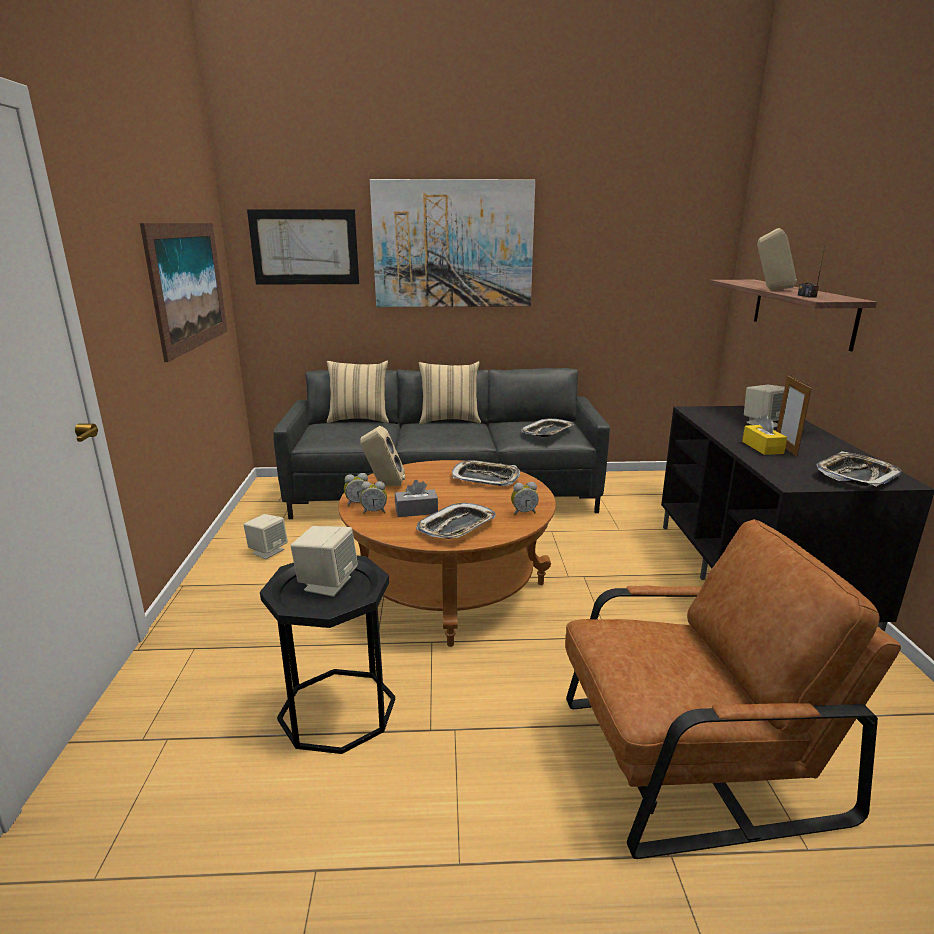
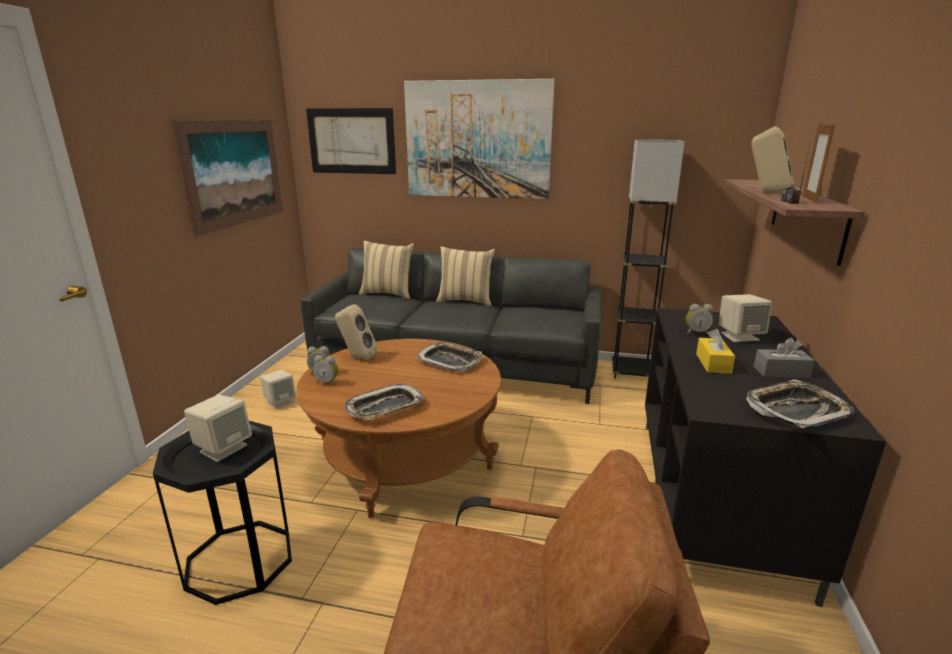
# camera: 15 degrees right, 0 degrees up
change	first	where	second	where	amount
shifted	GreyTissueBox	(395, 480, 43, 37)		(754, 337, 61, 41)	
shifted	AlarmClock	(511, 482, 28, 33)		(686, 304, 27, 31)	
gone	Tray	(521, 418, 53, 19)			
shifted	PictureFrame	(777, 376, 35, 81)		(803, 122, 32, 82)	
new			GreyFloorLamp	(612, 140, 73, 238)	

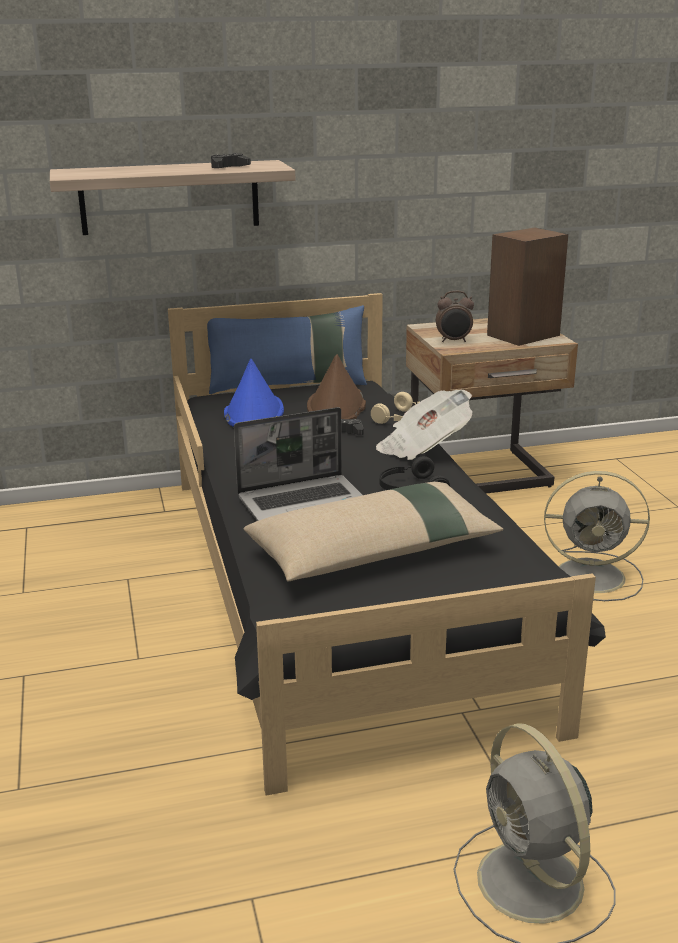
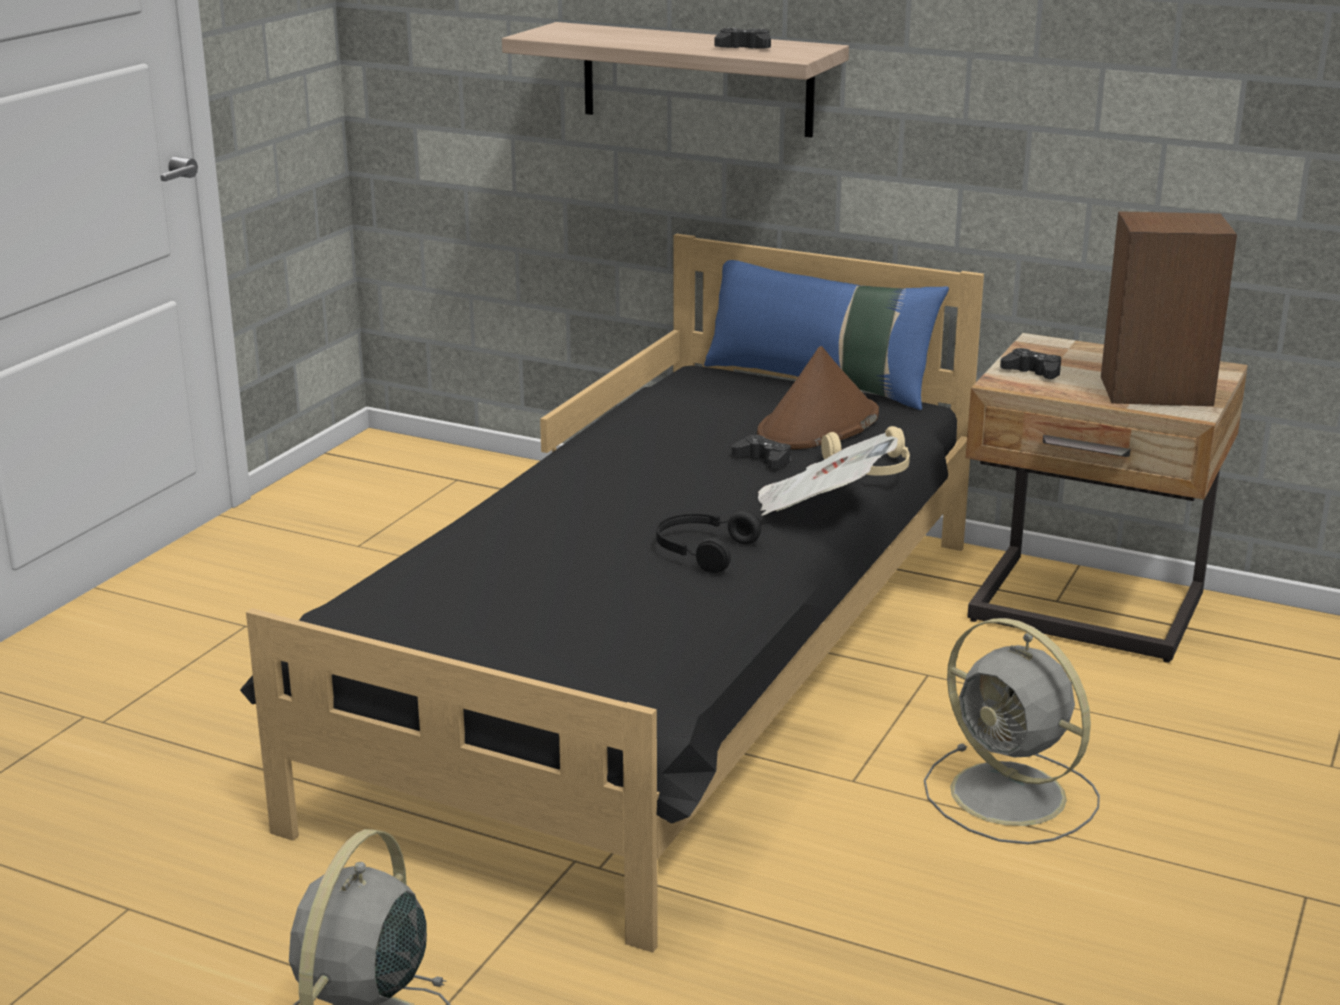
# camera: 40 degrees right, 0 degrees up
change	first	where	second	where	amount
gone	BlueHat	(224, 359, 60, 68)			
gone	Laptop	(234, 407, 128, 114)			
gone	BeigePillow	(244, 482, 259, 99)			
swapped	AlarmClock	(436, 291, 38, 51)	BlackGameController	(1000, 348, 61, 31)	

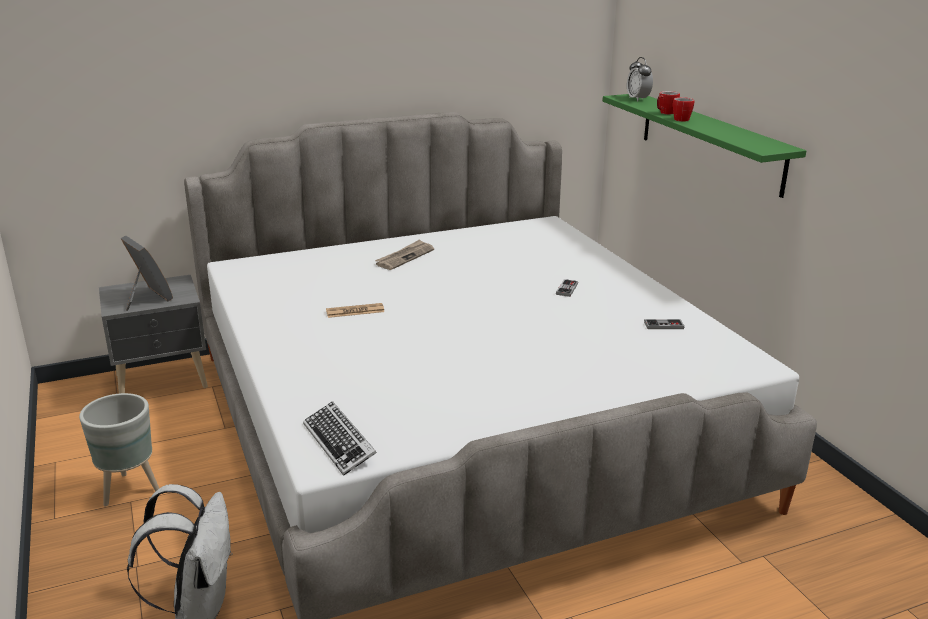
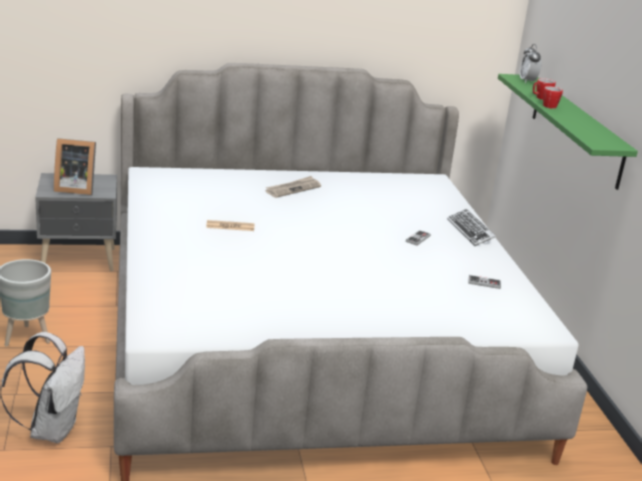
# camera: 10 degrees right, 0 degrees up
change	first	where	second	where	amount
rotated	PictureFrame	(120, 235, 53, 76)		(54, 138, 42, 57)	120 degrees clockwise
shifted	Keyboard	(303, 401, 74, 75)		(447, 209, 49, 37)	

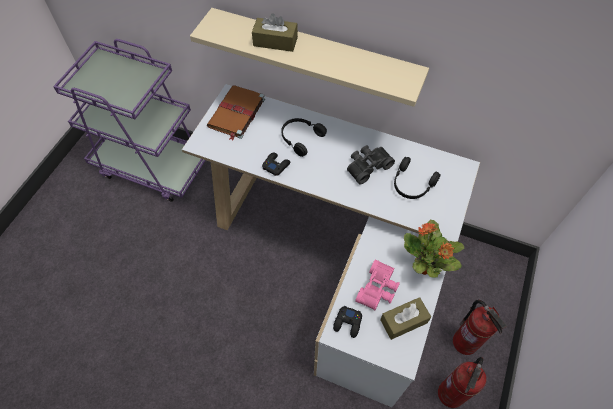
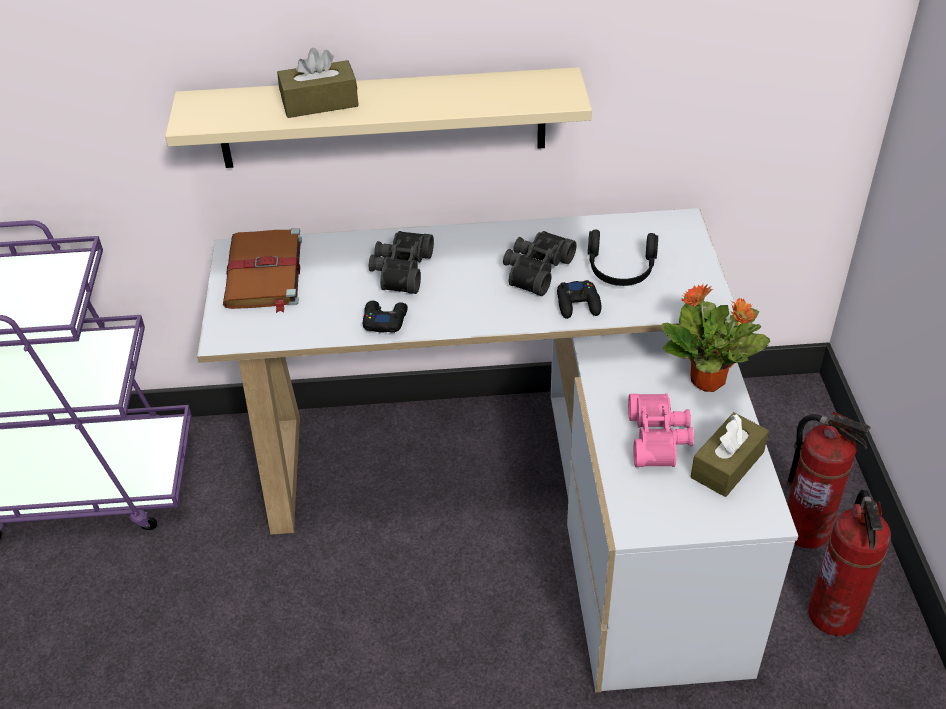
# camera: 25 degrees left, 15 degrees down
change	first	where	second	where	amount
swapped	BlackHeadphones	(281, 118, 46, 39)	BlackBinoculars	(369, 231, 65, 63)	
shifted	BlackGameController	(333, 306, 29, 32)		(557, 280, 44, 39)	

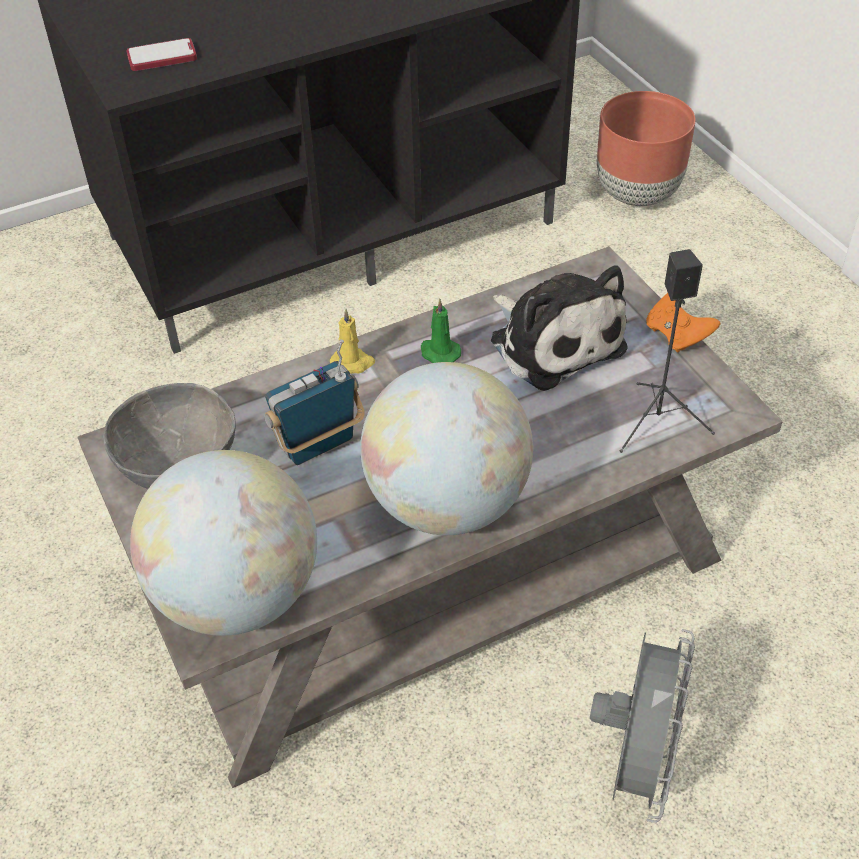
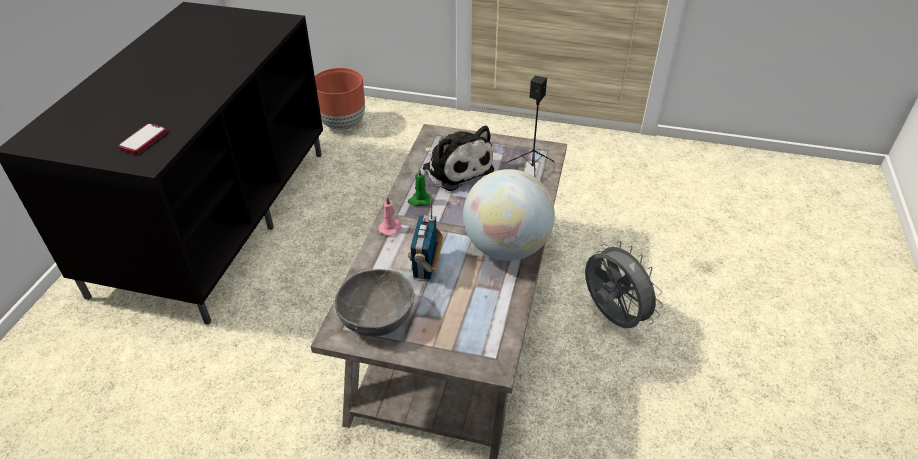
# camera: 50 degrees left, 5 degrees down
change	first	where	second	where	amount
gone	Globe	(130, 450, 187, 186)			
repainted	YellowCandle	(330, 309, 45, 65)	PinkCandle	(378, 196, 24, 40)	
rotated	PlushToy	(491, 265, 137, 126)		(423, 126, 71, 65)	45 degrees clockwise
gone	OrangeGameController	(646, 293, 74, 60)			

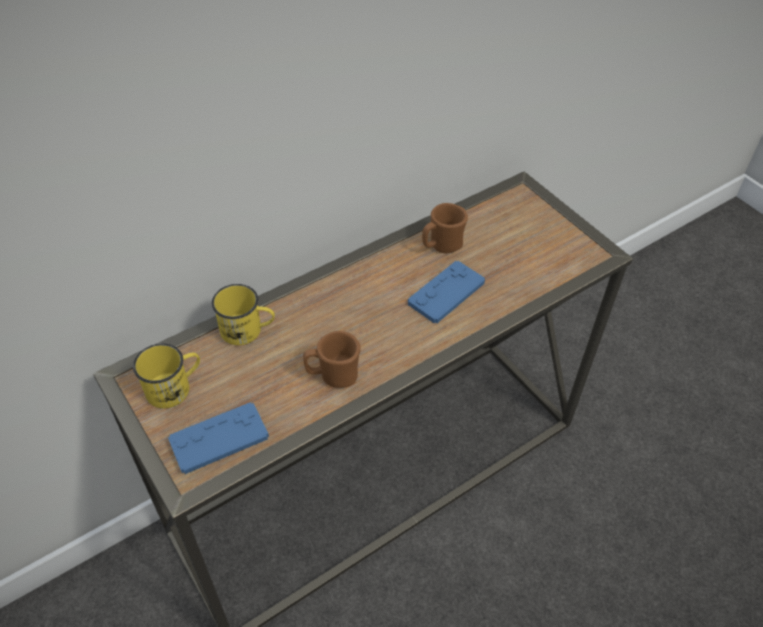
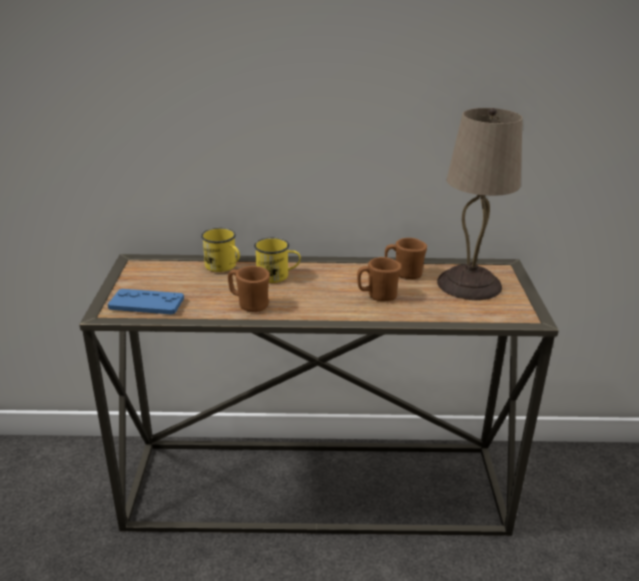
# camera: 35 degrees right, 20 degrees down
change	first	where	second	where	amount
shifted	YellowMug	(133, 344, 67, 64)		(254, 238, 47, 45)	
swapped	BlueGameController	(408, 261, 77, 62)	BrownMug	(357, 257, 44, 44)	
new			BeigeTableLamp	(437, 108, 86, 192)	

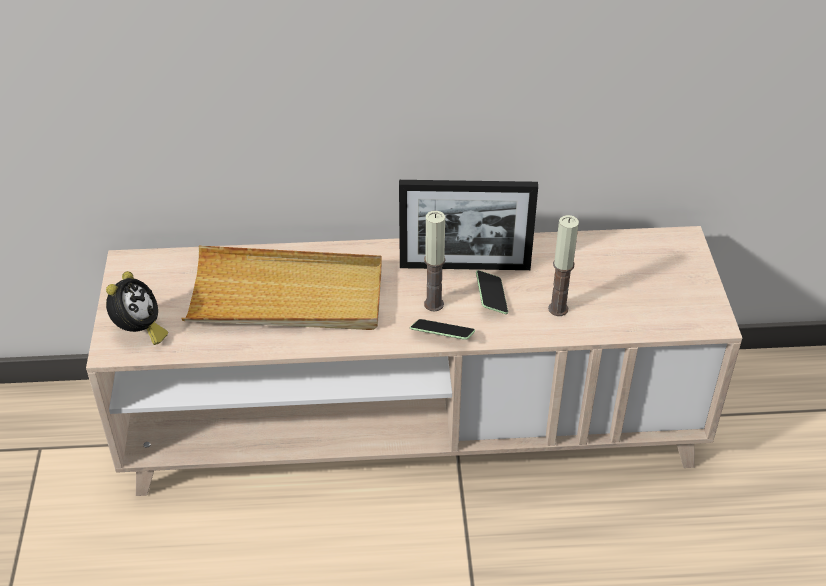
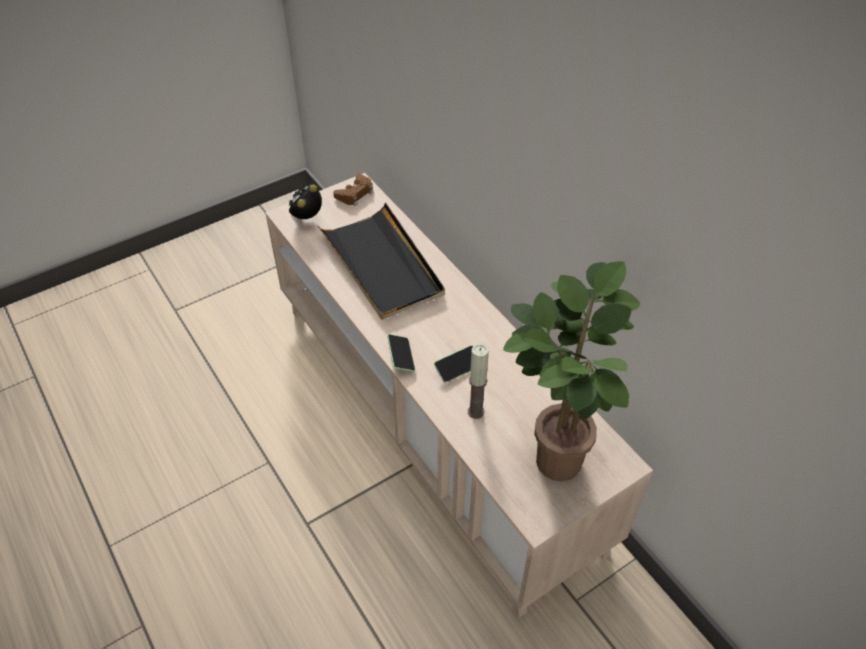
# camera: 60 degrees right, 5 degrees up
change	first	where	second	where	amount
rotated	AlarmClock	(106, 271, 62, 74)		(289, 184, 33, 35)	135 degrees clockwise
repainted	BeigeTray	(181, 246, 201, 84)	BlackTray	(318, 203, 127, 117)	
gone	PictureFrame	(399, 180, 139, 90)			
gone	Candle	(424, 211, 21, 100)			
new			BrownGameController	(333, 174, 40, 32)	
new			PottedPlant	(503, 261, 137, 220)	

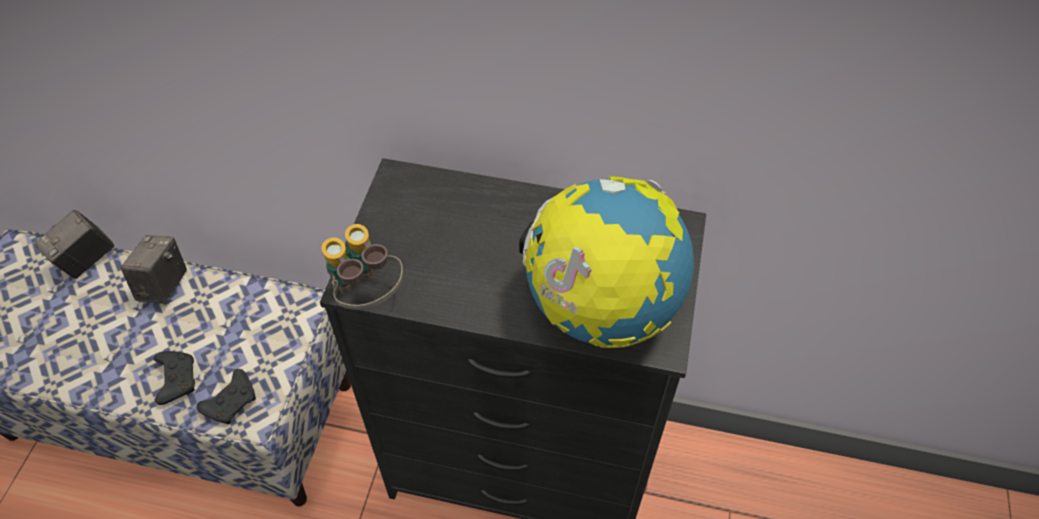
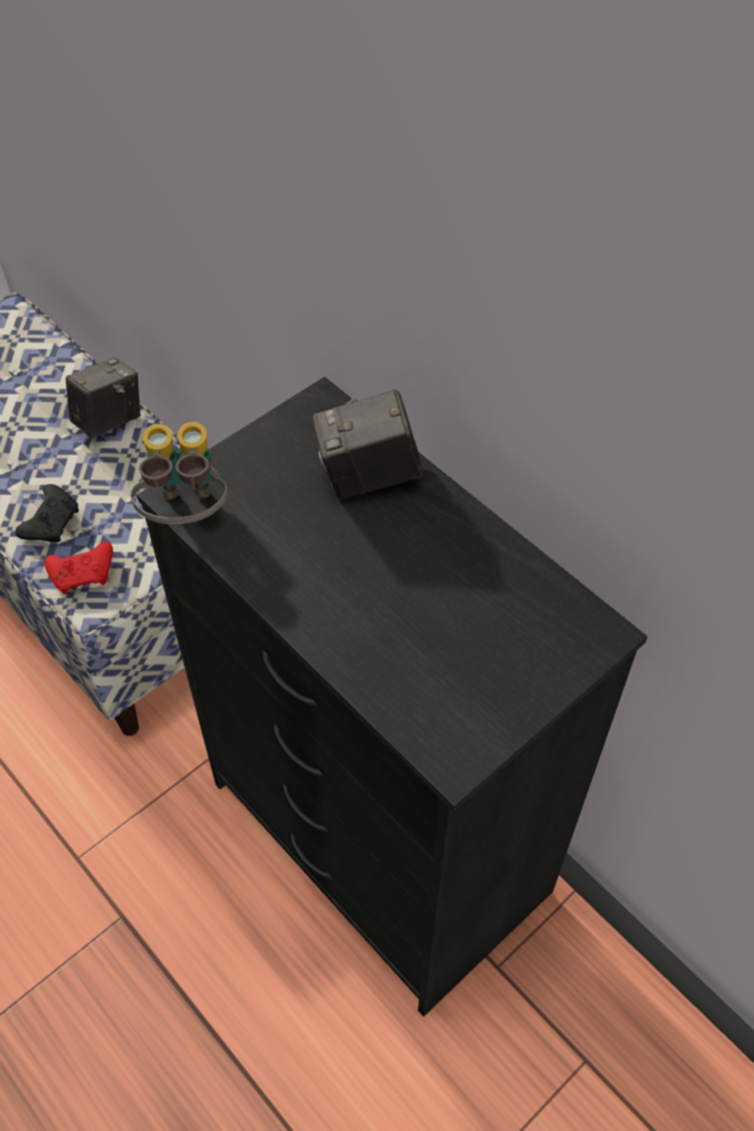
# camera: 35 degrees right, 0 degrees up
change	first	where	second	where	amount
shifted	PhotoCamera	(35, 210, 80, 69)		(313, 389, 110, 110)	
repainted	BlackGameController	(197, 369, 59, 55)	RedGameController	(45, 542, 68, 52)	
gone	Globe	(519, 176, 175, 172)			

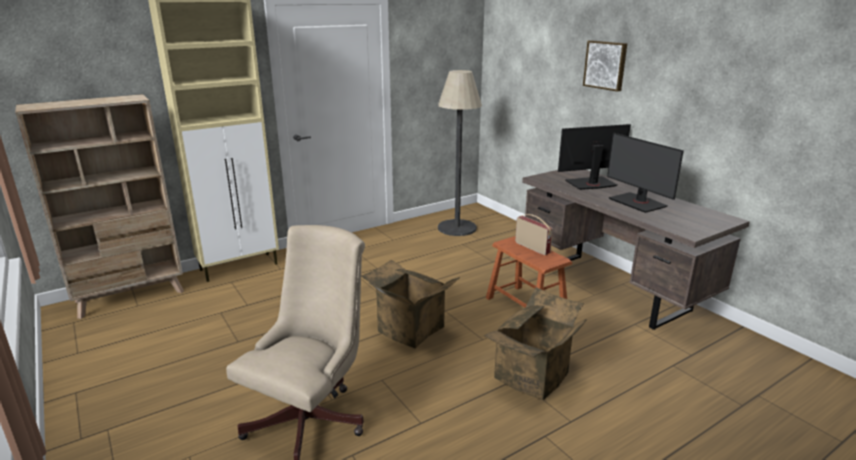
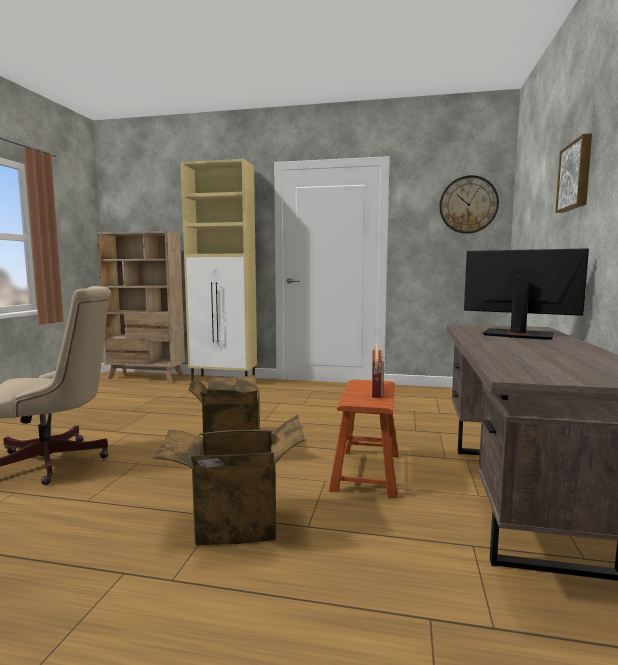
# camera: 45 degrees right, 15 degrees down
change	first	where	second	where	amount
gone	FloorLamp	(438, 70, 44, 166)			
gone	Monitor	(607, 133, 77, 80)			
new			WallClock	(439, 175, 60, 59)	

